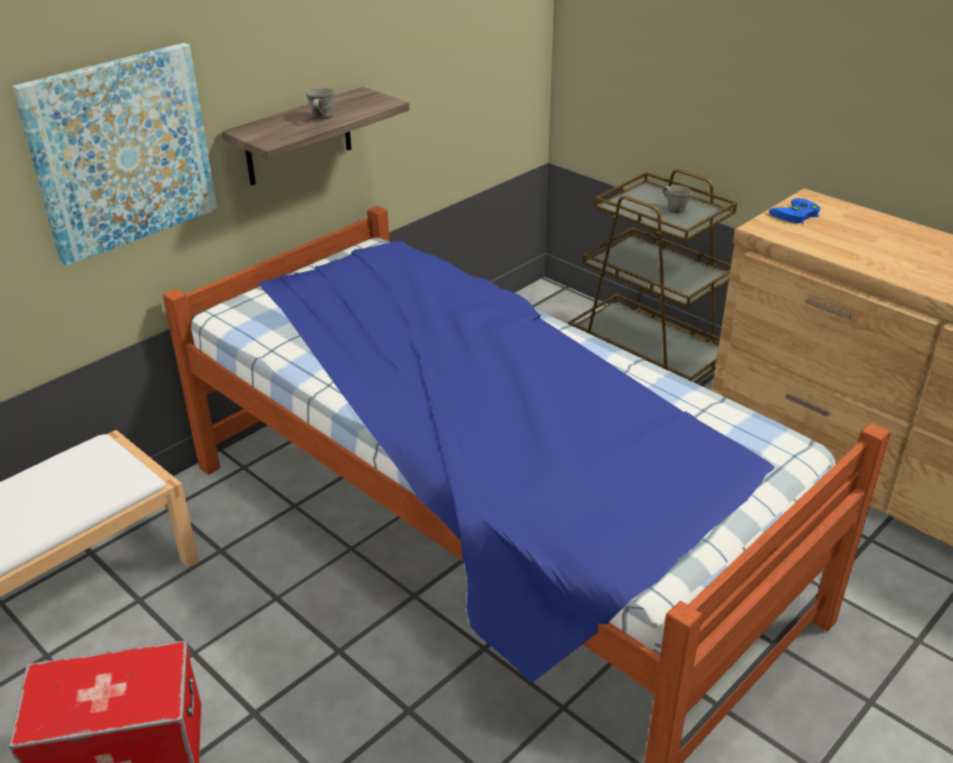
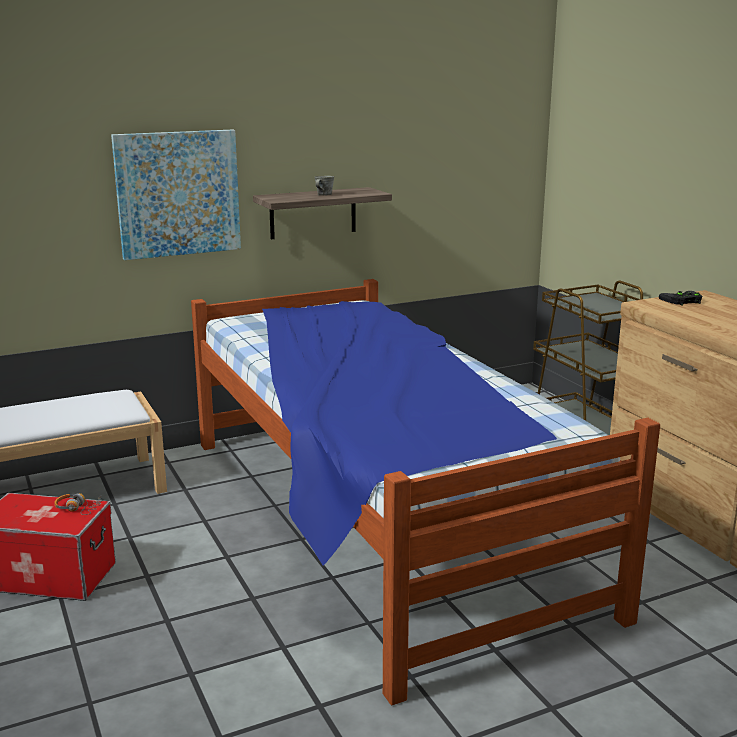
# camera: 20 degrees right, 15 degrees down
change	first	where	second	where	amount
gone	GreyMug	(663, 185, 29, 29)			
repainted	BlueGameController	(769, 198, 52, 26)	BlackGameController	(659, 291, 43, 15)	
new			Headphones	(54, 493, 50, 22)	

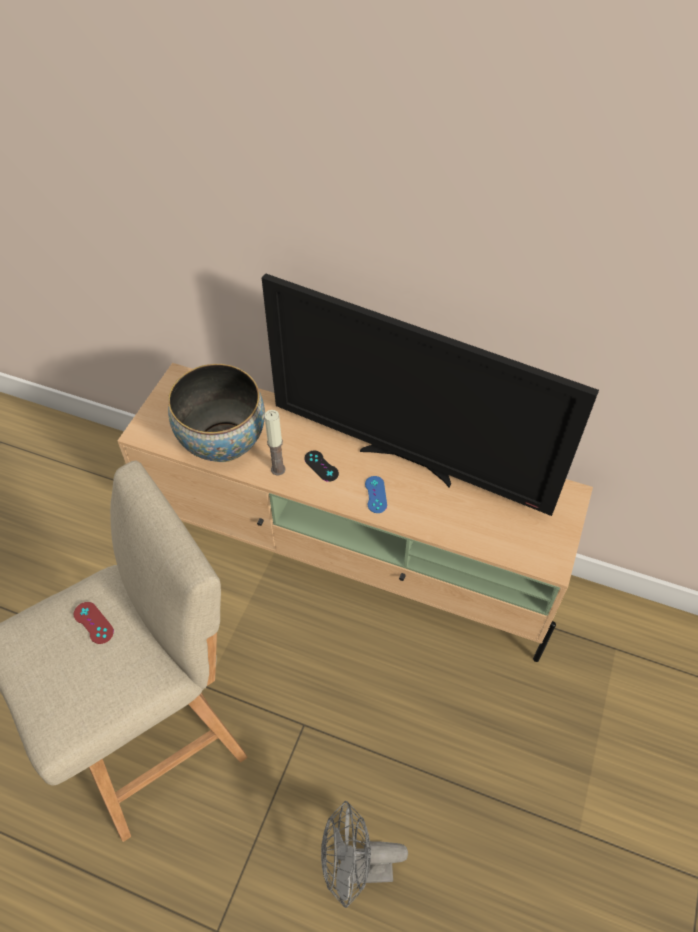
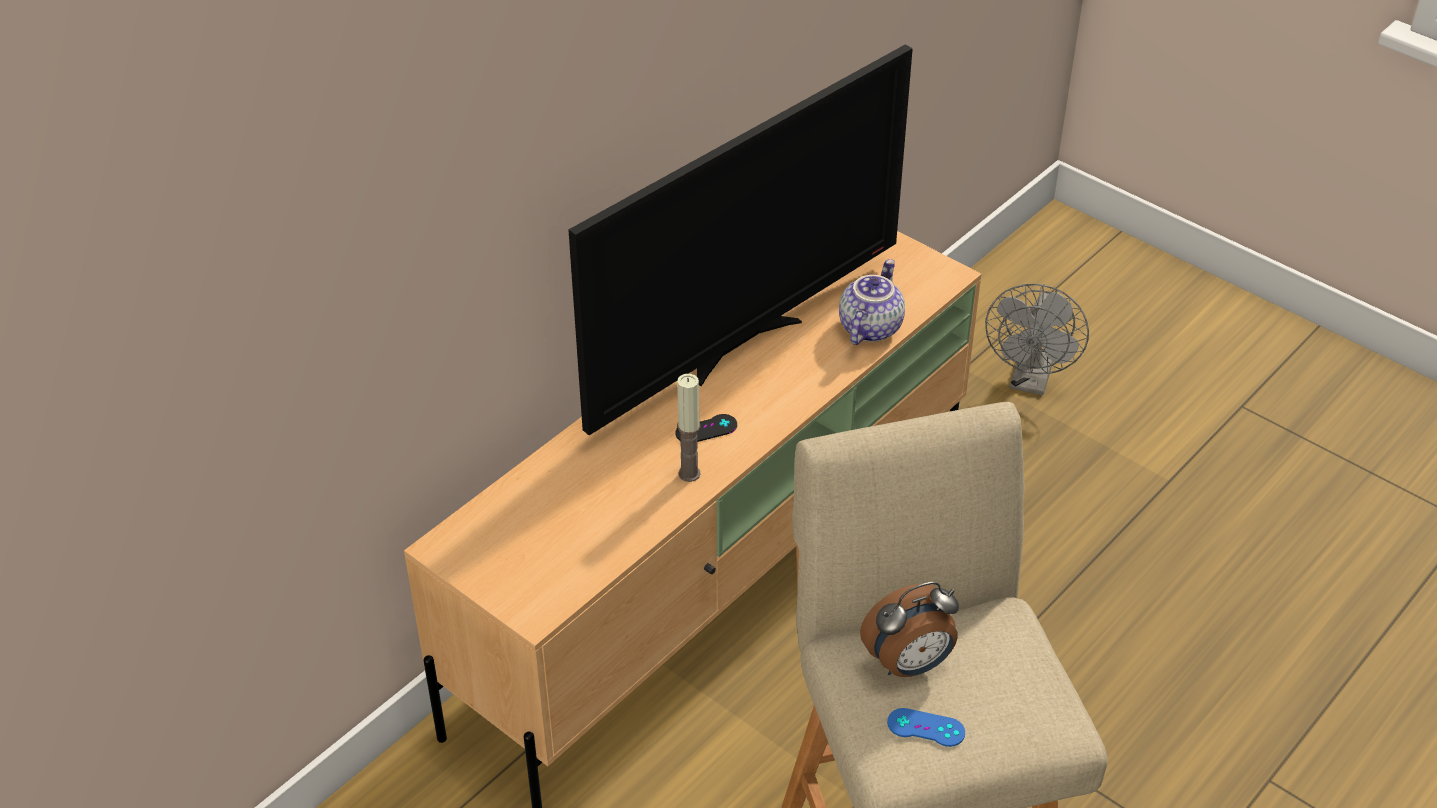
# camera: 70 degrees left, 10 degrees down
change	first	where	second	where	amount
swapped	RedGameController	(74, 602, 40, 42)	AlarmClock	(860, 582, 99, 95)	
gone	Bowl	(168, 364, 97, 98)			
shifted	GreyFan	(321, 801, 87, 107)		(985, 284, 104, 111)	
shifted	BlueGameController	(365, 476, 22, 37)		(887, 708, 78, 39)	
new			Teapot	(839, 259, 66, 86)	

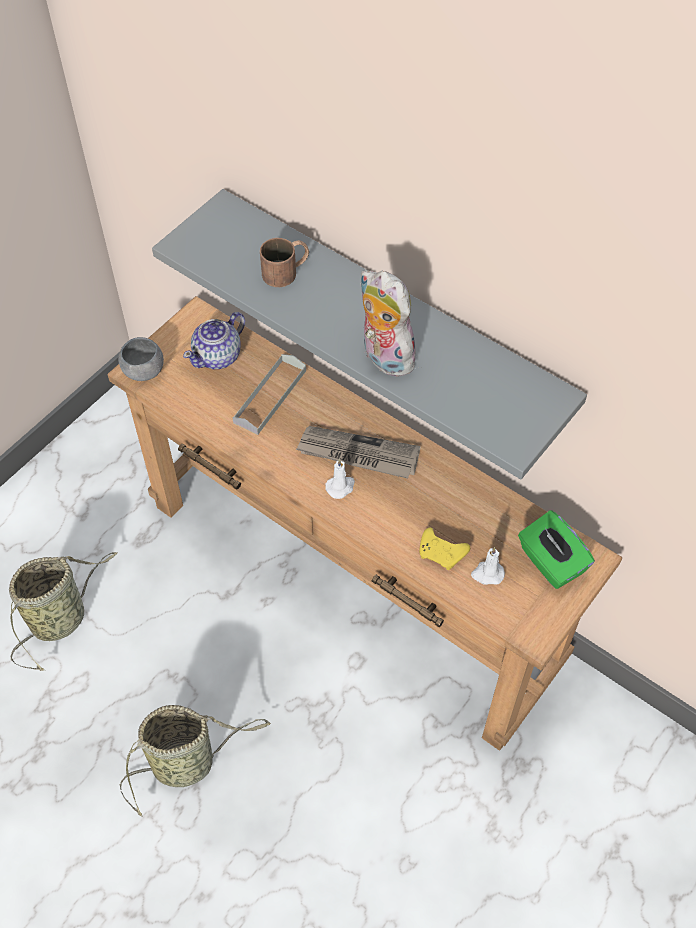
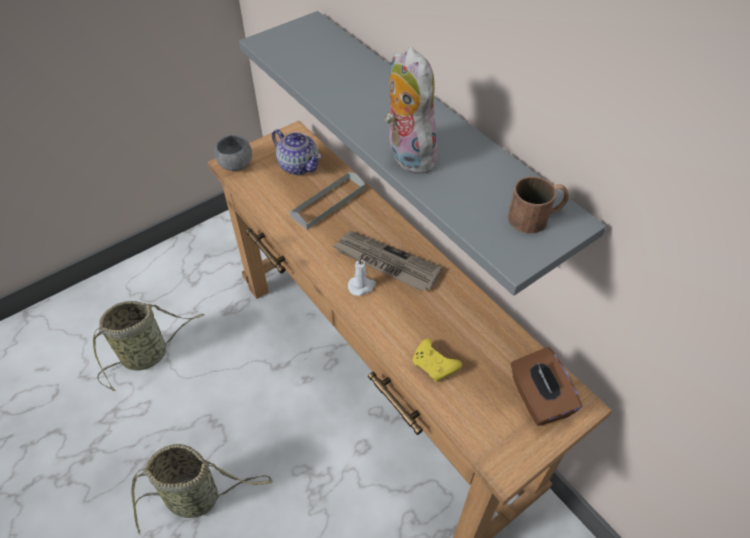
# camera: 15 degrees right, 5 degrees down
change	first	where	second	where	amount
rotated	Teapot	(183, 312, 62, 57)		(272, 129, 50, 46)	105 degrees counterclockwise
shifted	BrownMug	(260, 238, 49, 49)		(508, 177, 61, 56)	
gone	WhiteCandle	(471, 547, 34, 38)			
repainted	GreenTissueBox	(518, 510, 77, 79)	BrownTissueBox	(511, 347, 71, 79)	

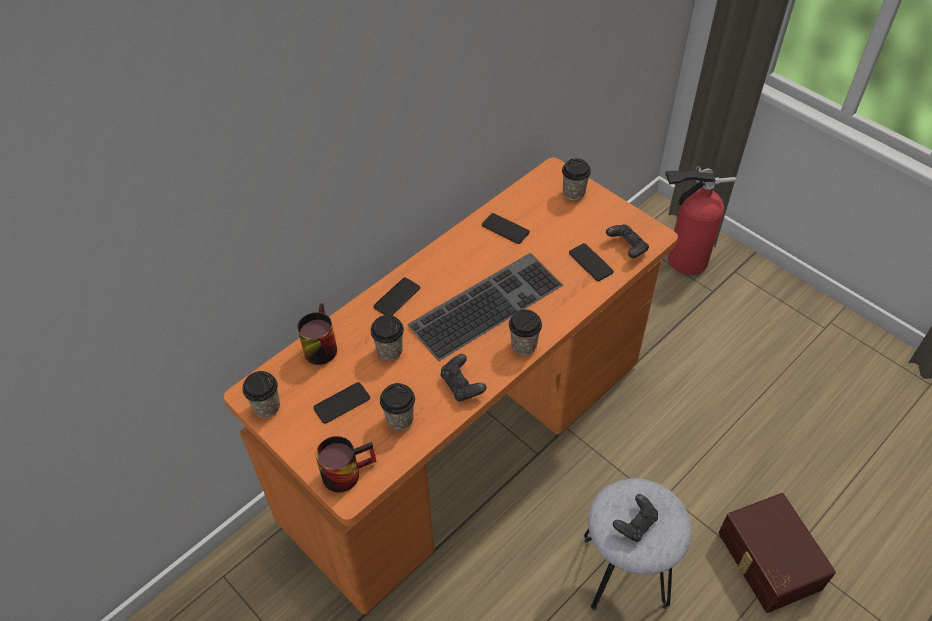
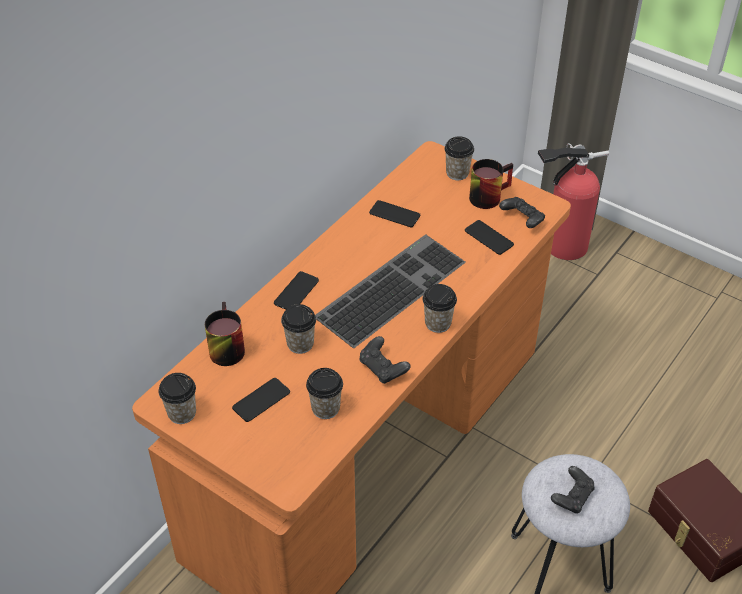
# camera: 10 degrees left, 5 degrees down
change	first	where	second	where	amount
shifted	Mug	(316, 436, 60, 56)		(469, 159, 44, 50)	

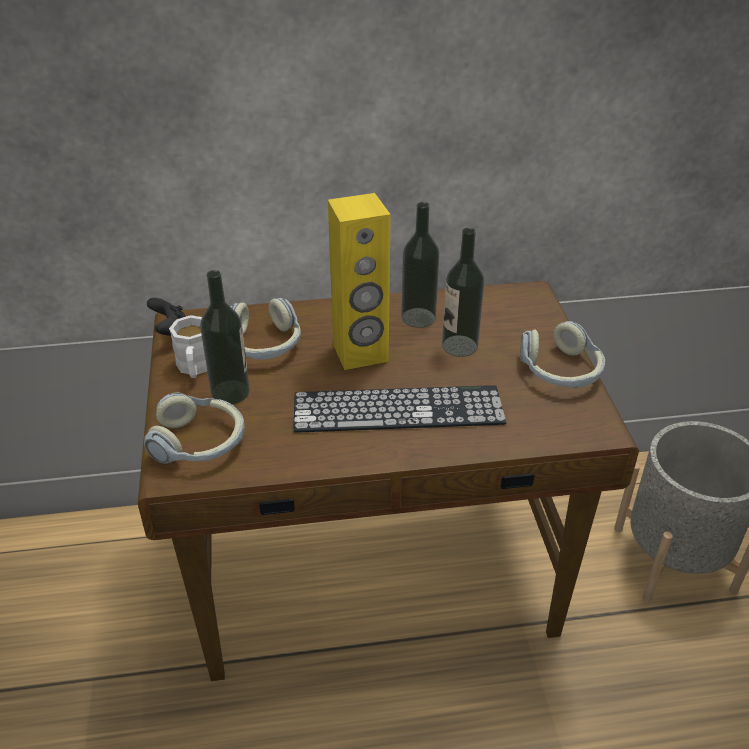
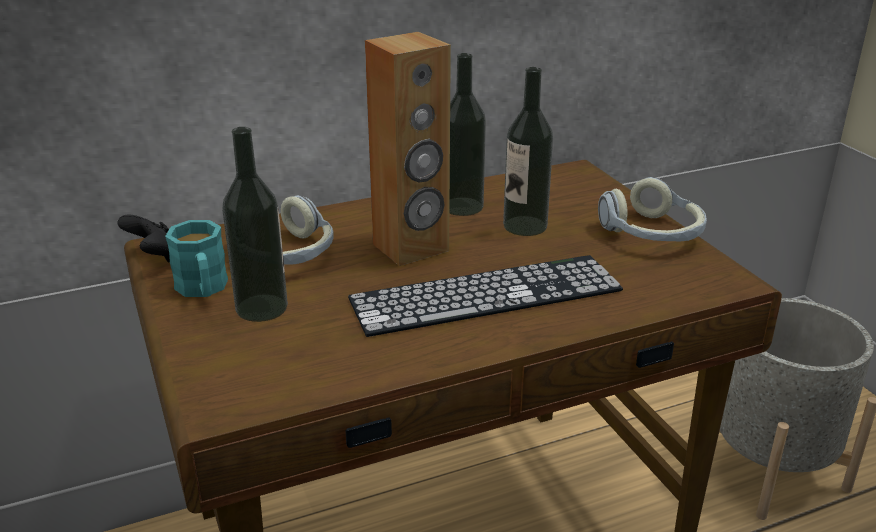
# camera: 15 degrees left, 10 degrees down
change	first	where	second	where	amount
gone	Headphones	(144, 392, 101, 71)			
repainted	WhiteMug	(169, 315, 38, 63)	TurquoiseMug	(165, 220, 63, 77)	
repainted	YellowSpeaker	(328, 193, 63, 177)	BrownSpeaker	(365, 32, 86, 234)	

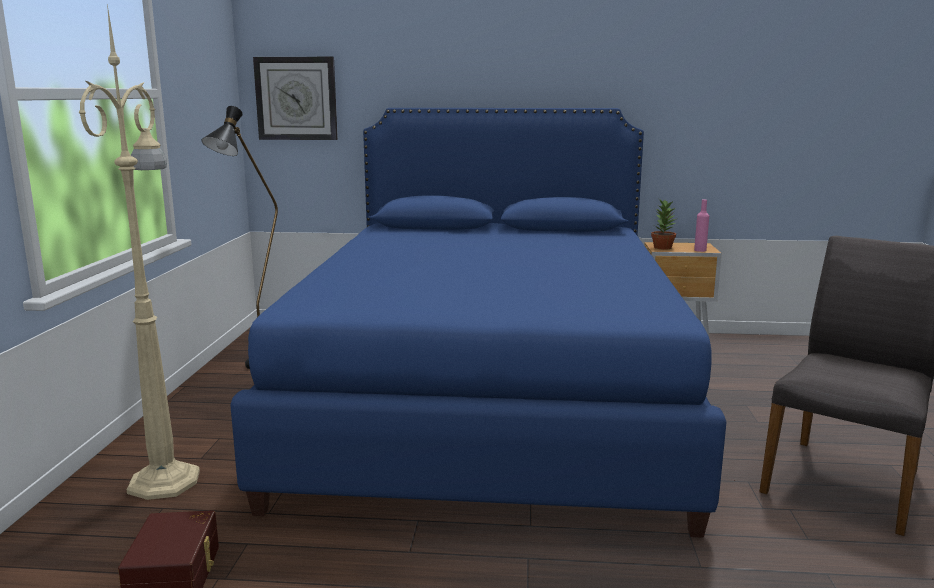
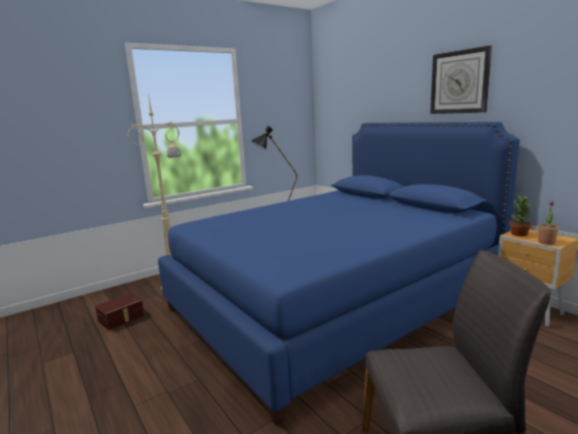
# camera: 50 degrees right, 0 degrees up
change	first	where	second	where	amount
shifted	WallClock	(253, 57, 85, 83)		(430, 45, 62, 69)	
swapped	PinkBottle	(694, 199, 15, 53)	PottedPlant	(538, 201, 21, 44)	

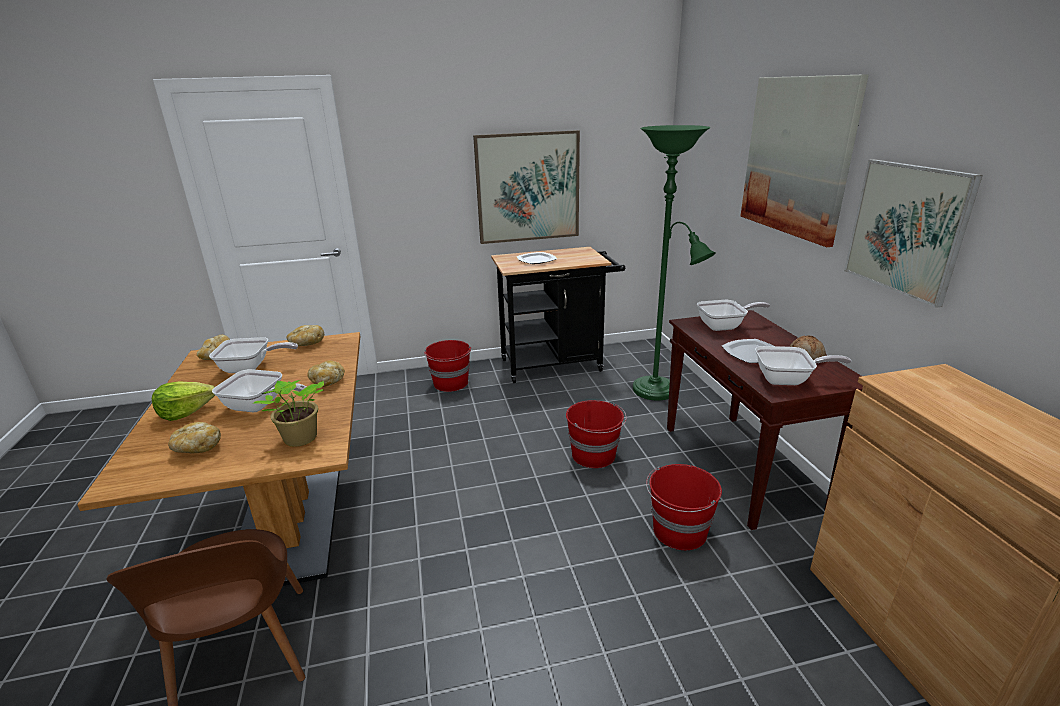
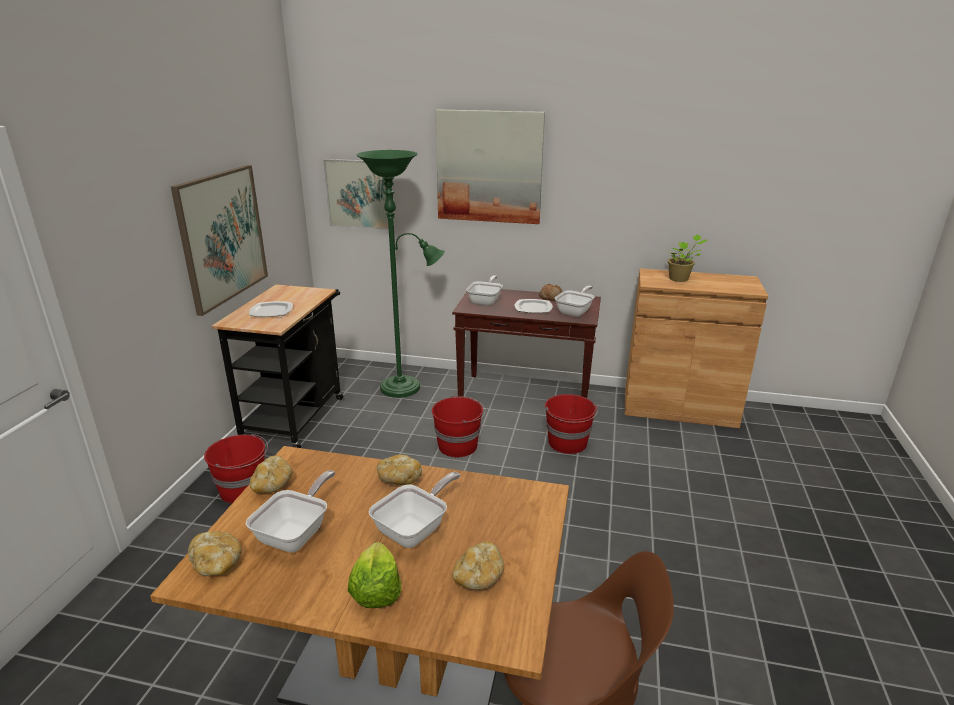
# camera: 65 degrees left, 0 degrees up
change	first	where	second	where	amount
shifted	PottedPlant	(254, 380, 70, 67)		(667, 235, 40, 47)	
shifted	Picture	(844, 159, 139, 149)		(323, 159, 66, 71)	

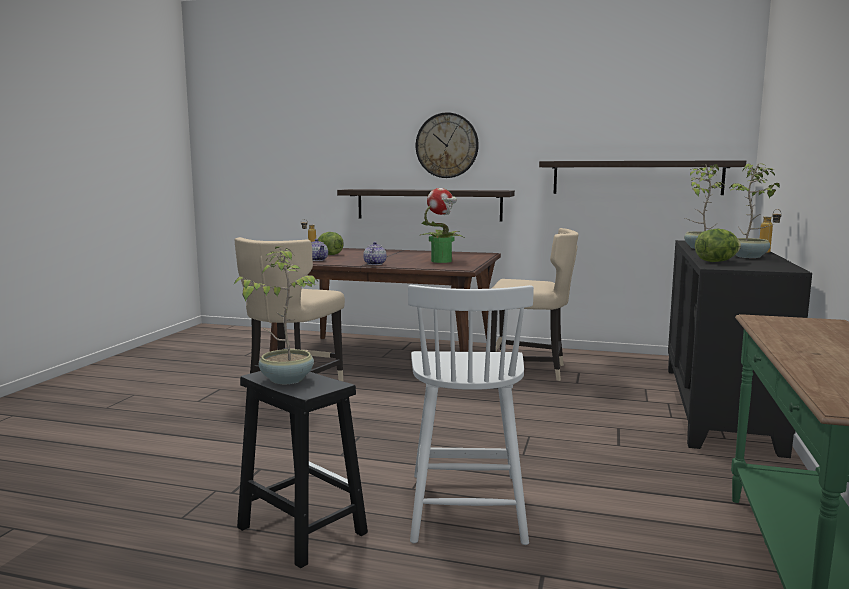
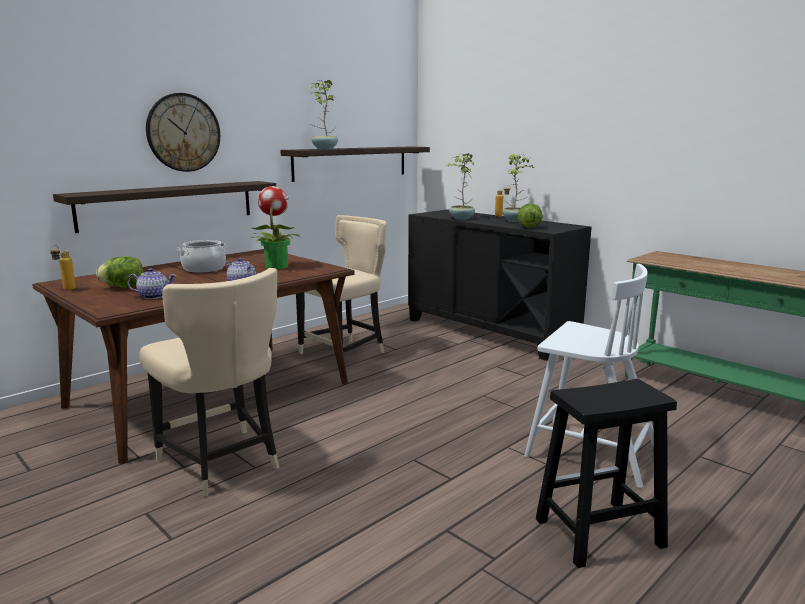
# camera: 60 degrees left, 5 degrees up
change	first	where	second	where	amount
shifted	PottedPlant	(233, 246, 85, 138)		(310, 80, 28, 69)	
new			CookingPot	(178, 240, 48, 33)	

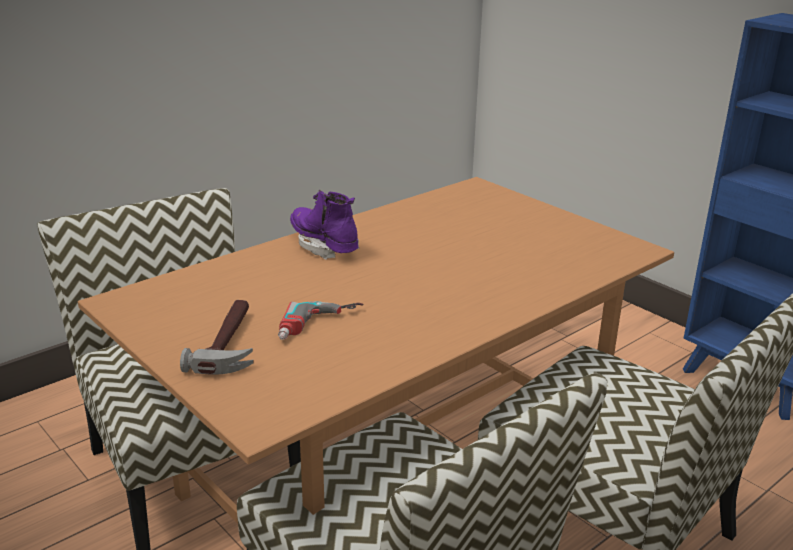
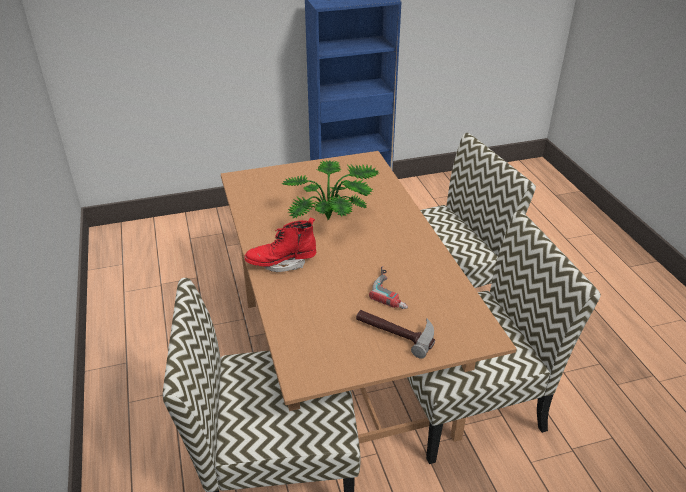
# camera: 65 degrees left, 10 degrees up
change	first	where	second	where	amount
repainted	PurpleBoot	(290, 190, 70, 70)	RedBoot	(244, 218, 72, 54)	
new			PottedPlant	(281, 161, 97, 59)	

